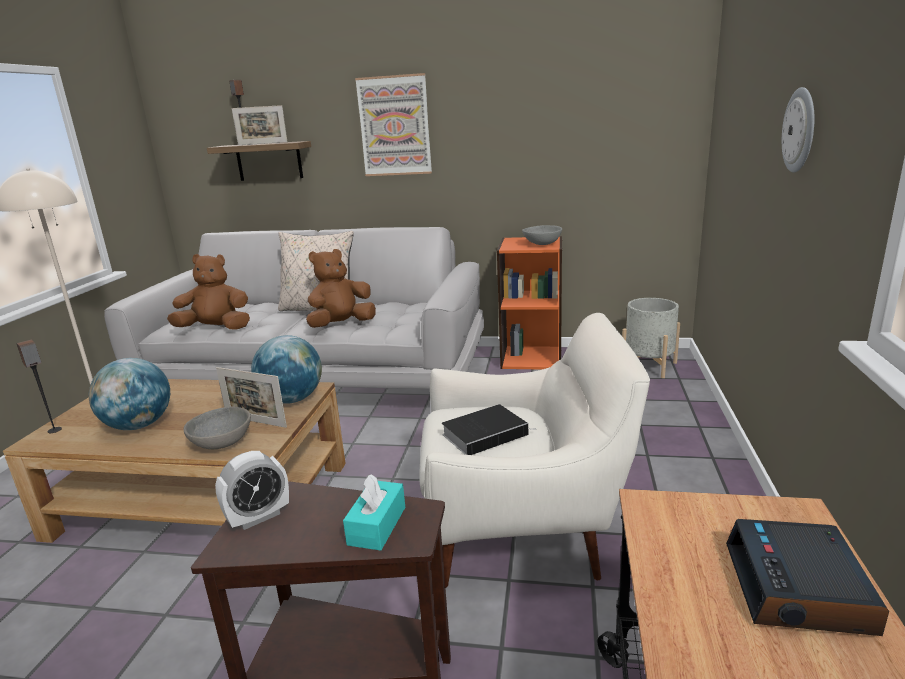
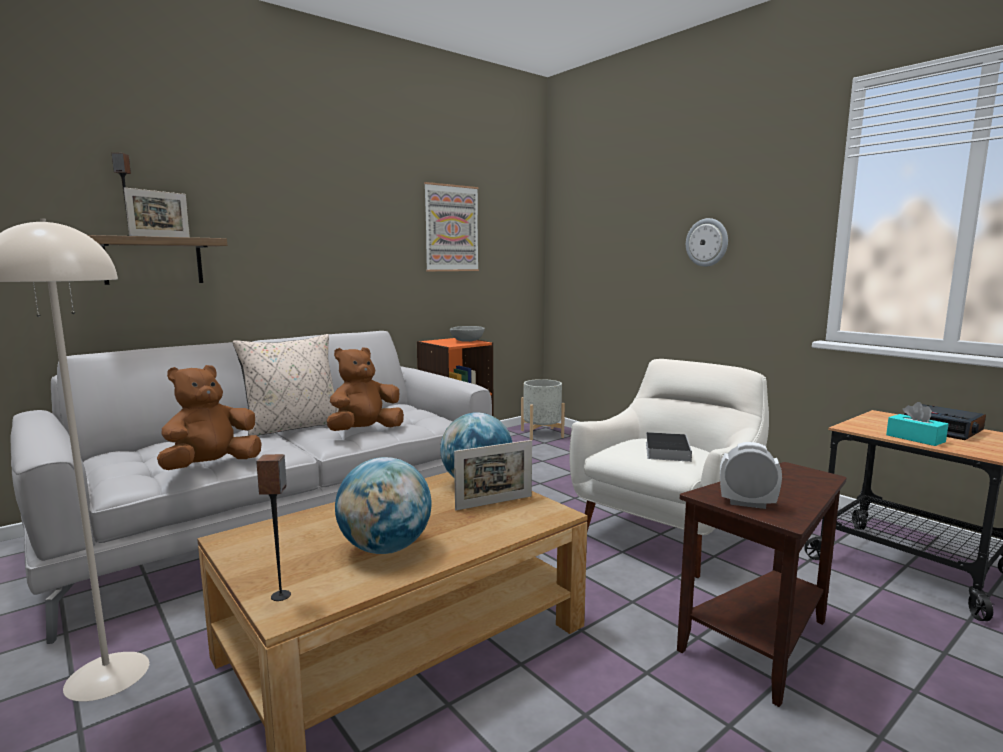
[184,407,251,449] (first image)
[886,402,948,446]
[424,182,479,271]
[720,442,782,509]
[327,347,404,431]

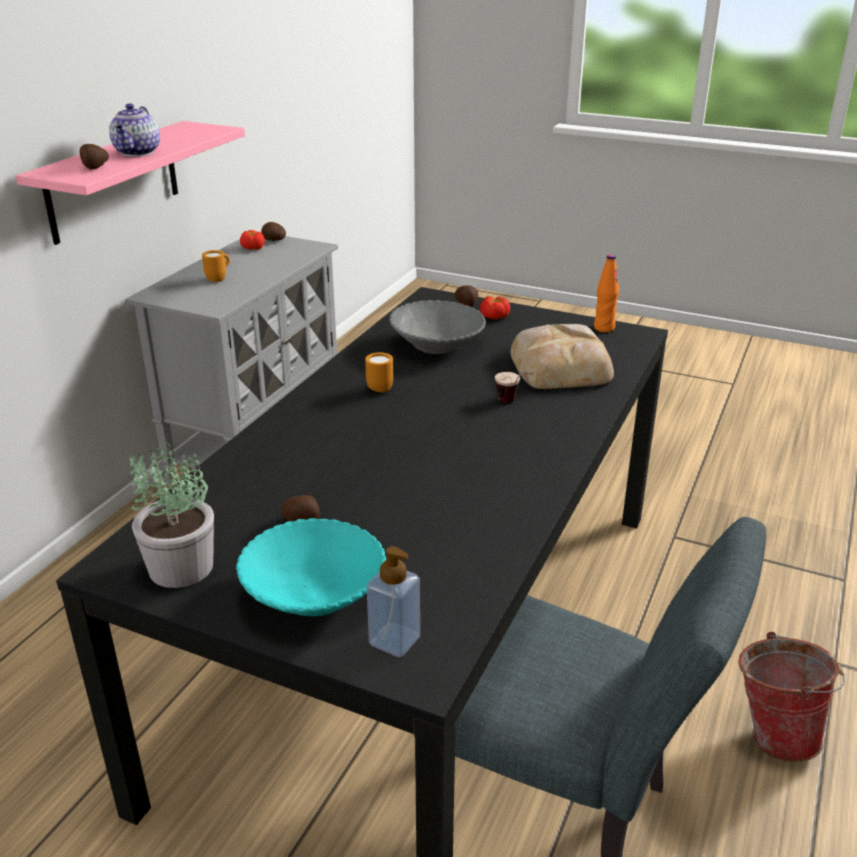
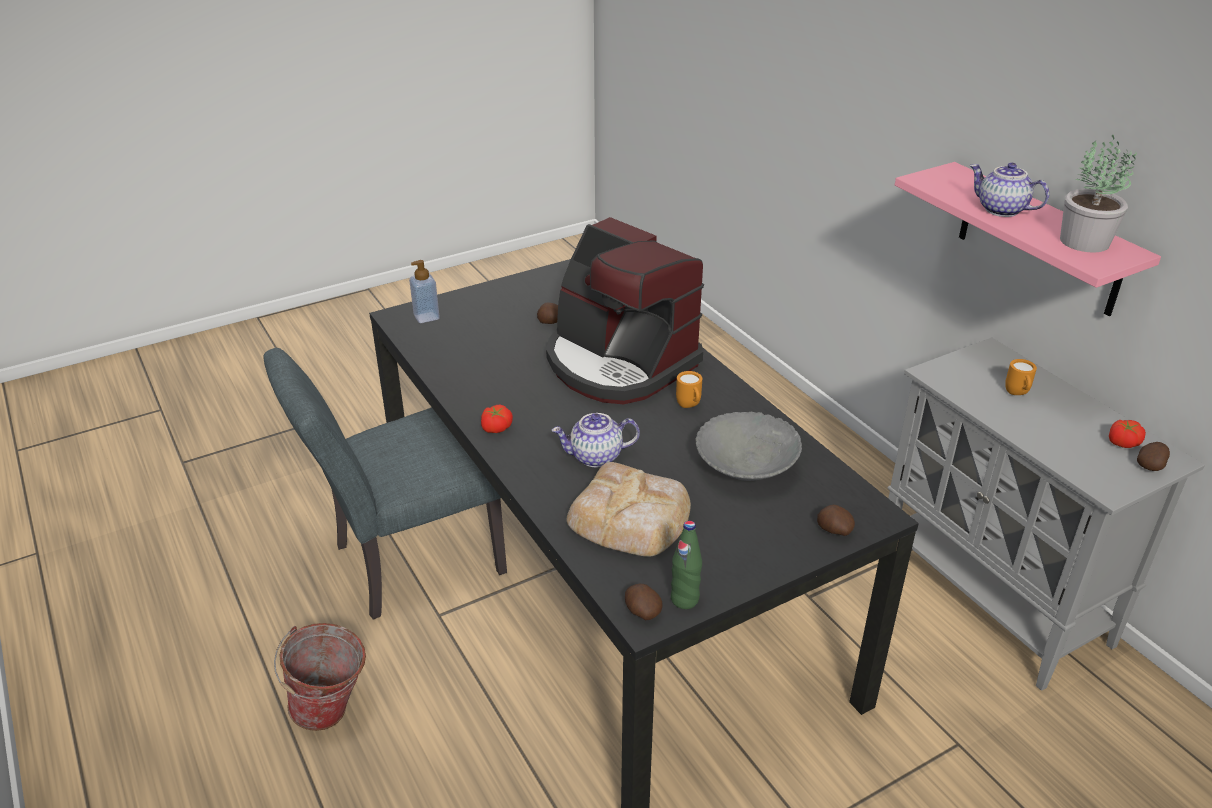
[236,518,386,616] (first image)
[546,217,704,404]
[625,584,663,620]
[1060,134,1137,253]
[481,405,513,433]
[552,413,640,467]
[671,521,702,609]

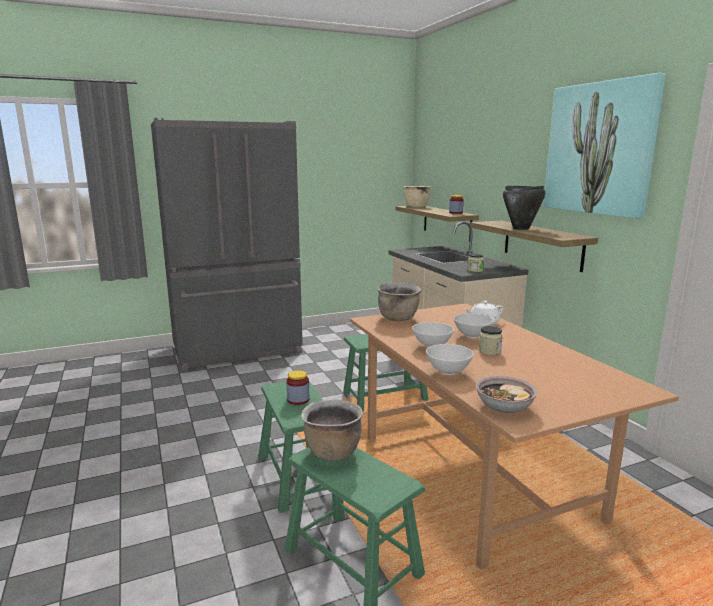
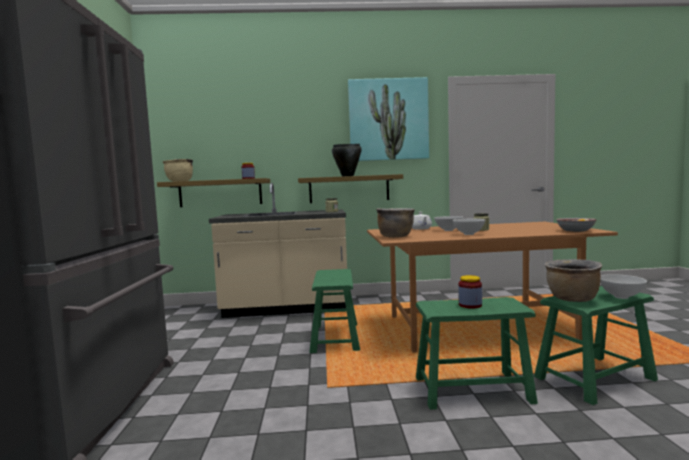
[600,274,647,299]

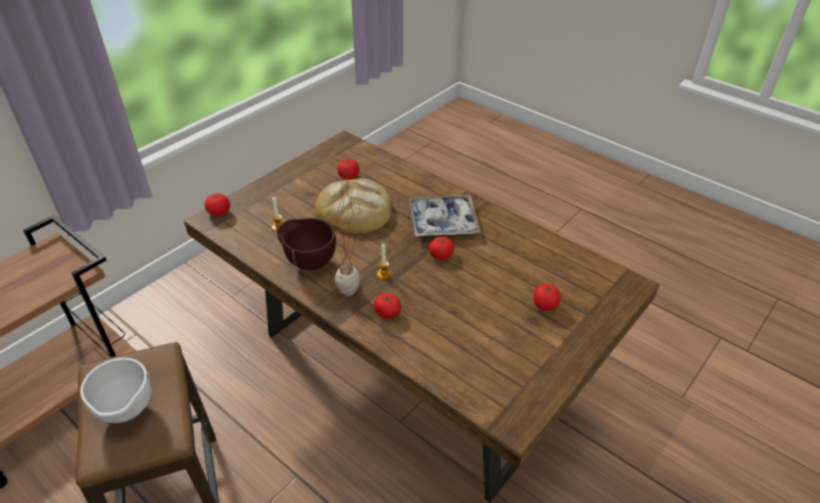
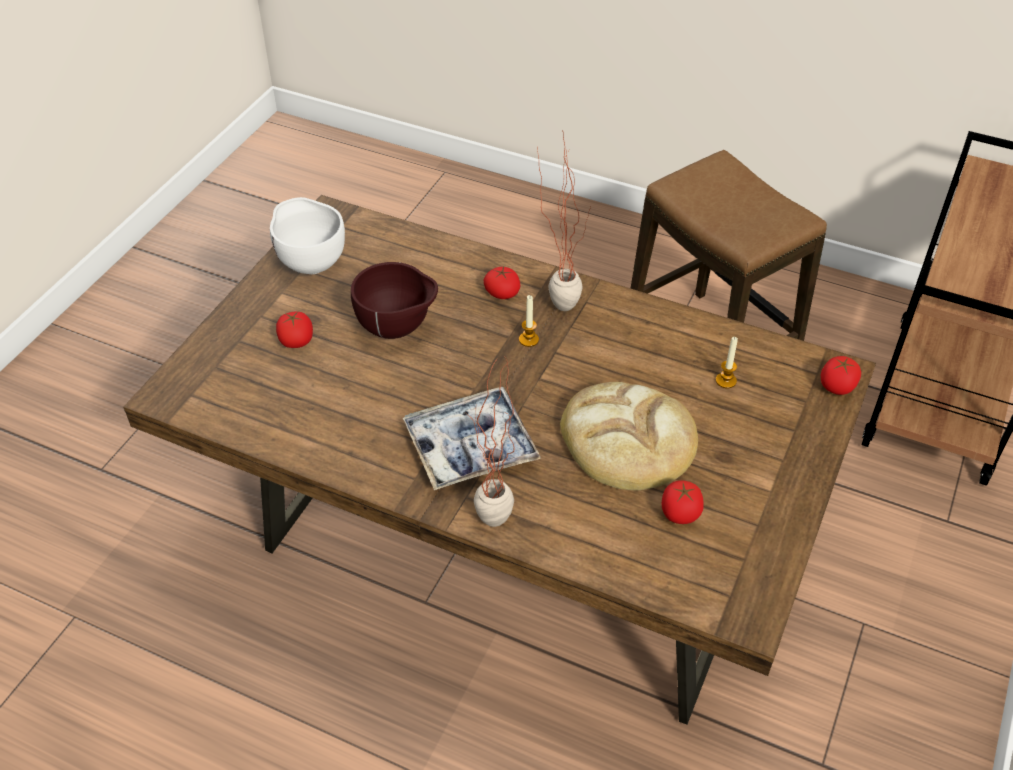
[429,237,454,260] (first image)
[465,356,515,527]
[270,197,345,274]
[351,262,438,339]

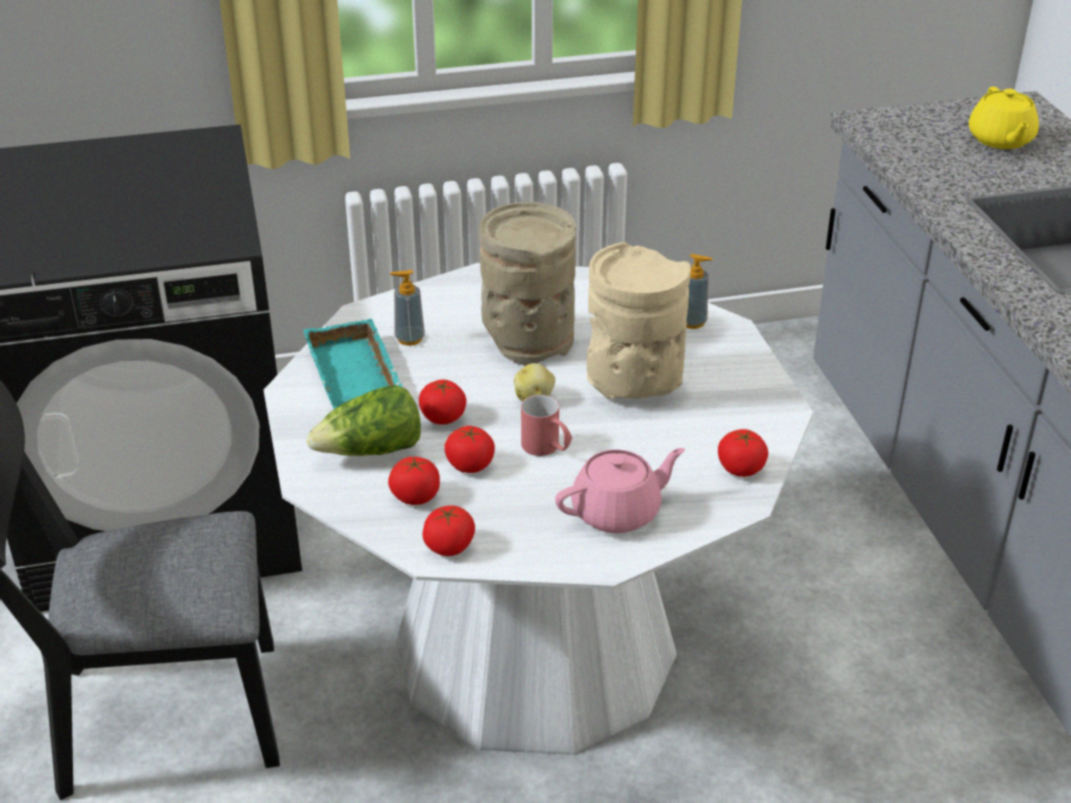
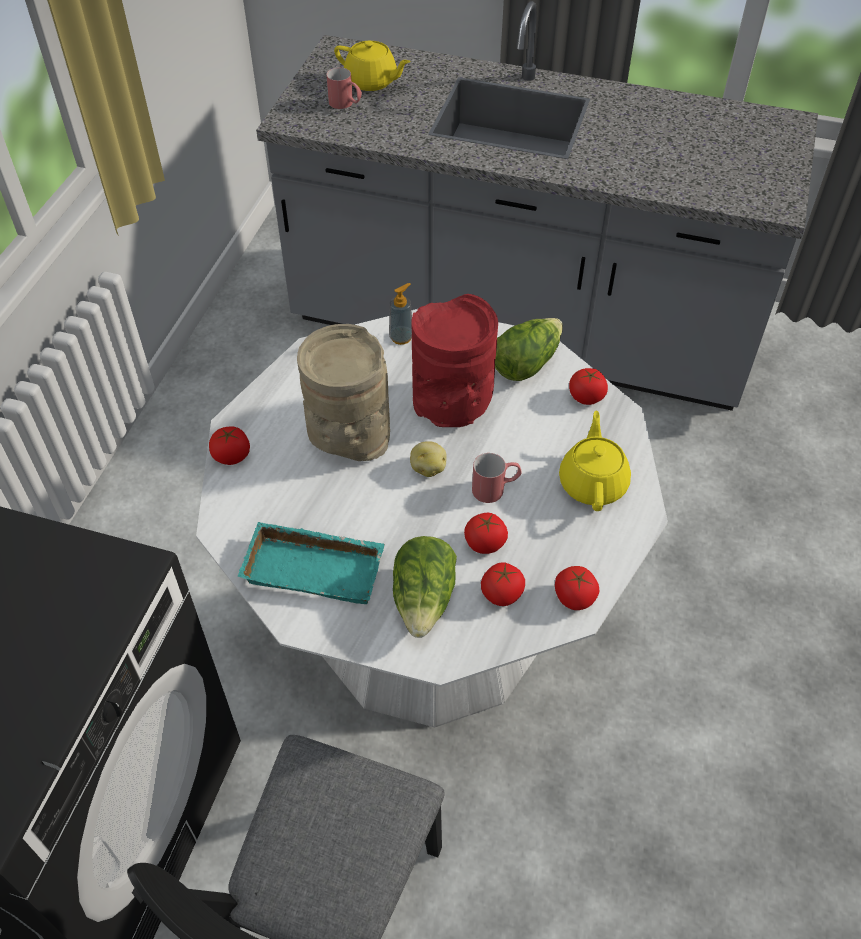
[390,270,425,346] (first image)
[326,67,362,109]
[495,318,563,381]
[209,427,250,465]
[559,411,631,511]
[411,294,498,427]

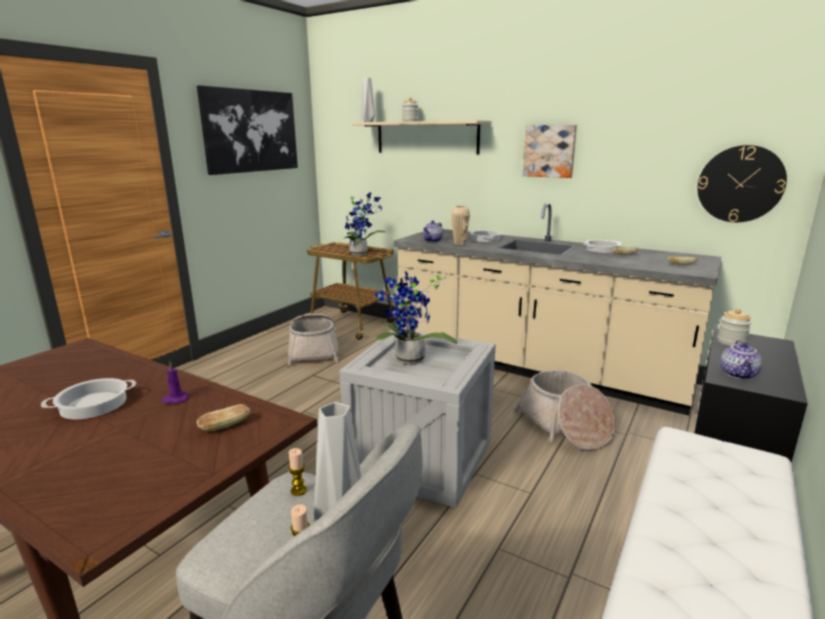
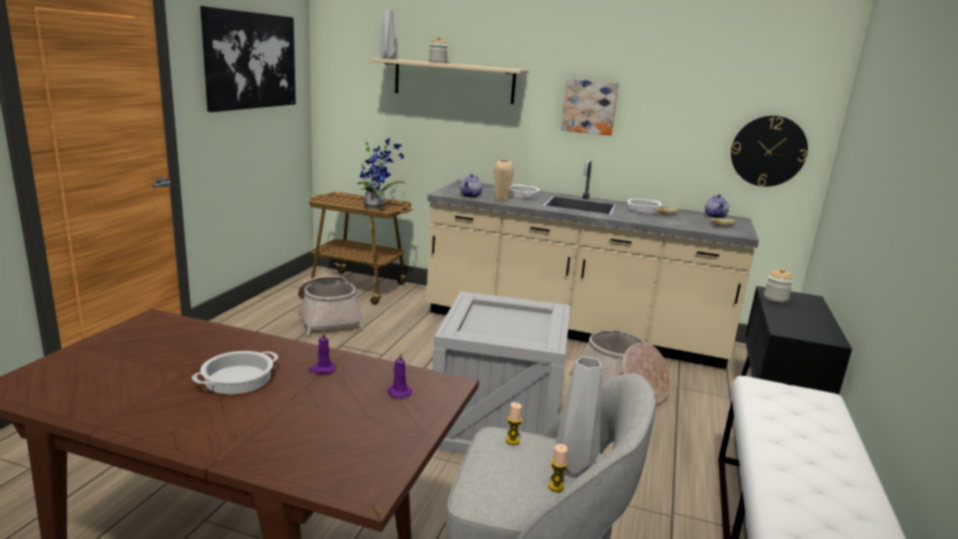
[375,271,457,365] (first image)
[705,194,729,218]
[387,352,412,398]

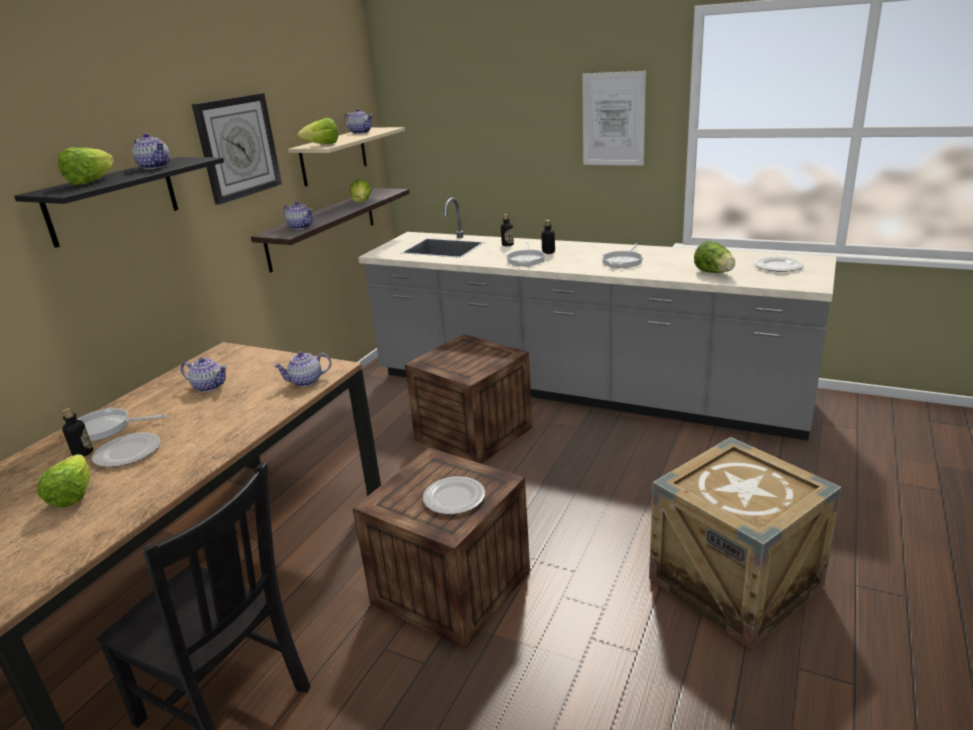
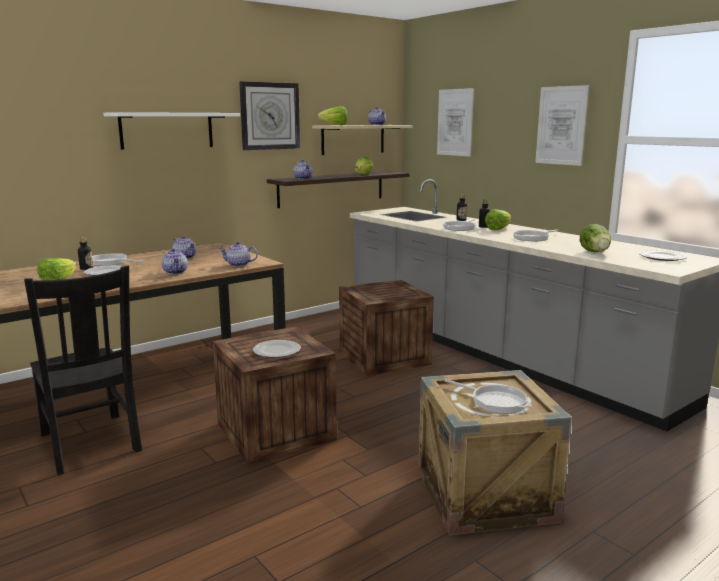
[437,88,474,156]
[445,379,531,414]
[485,209,511,230]
[161,248,188,274]
[103,112,240,150]

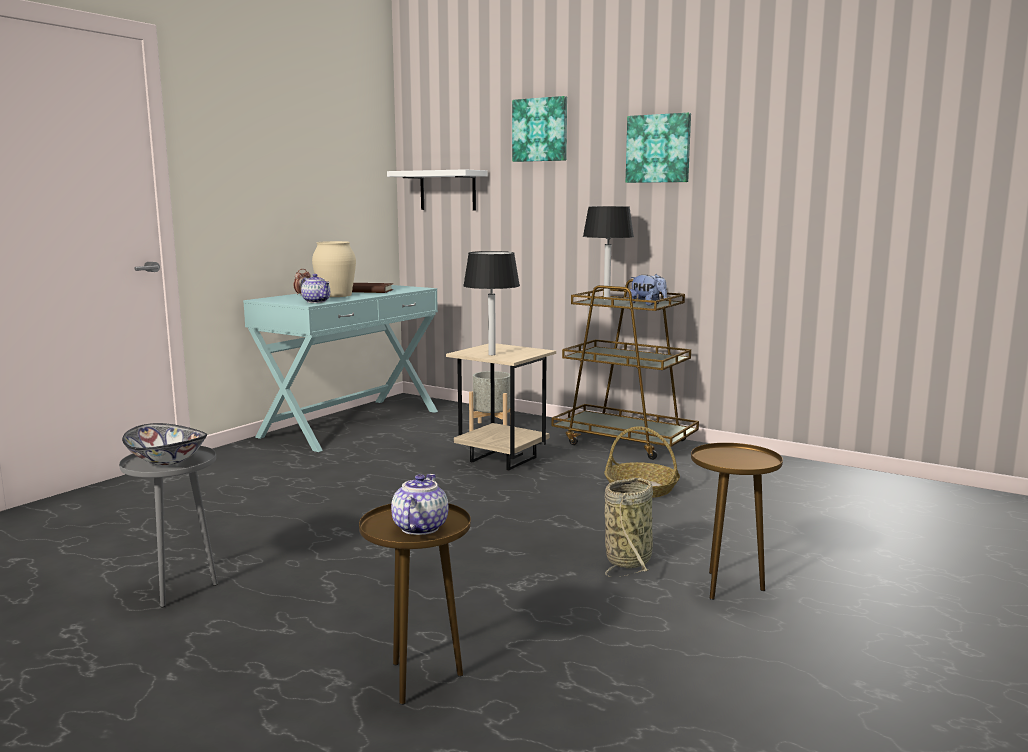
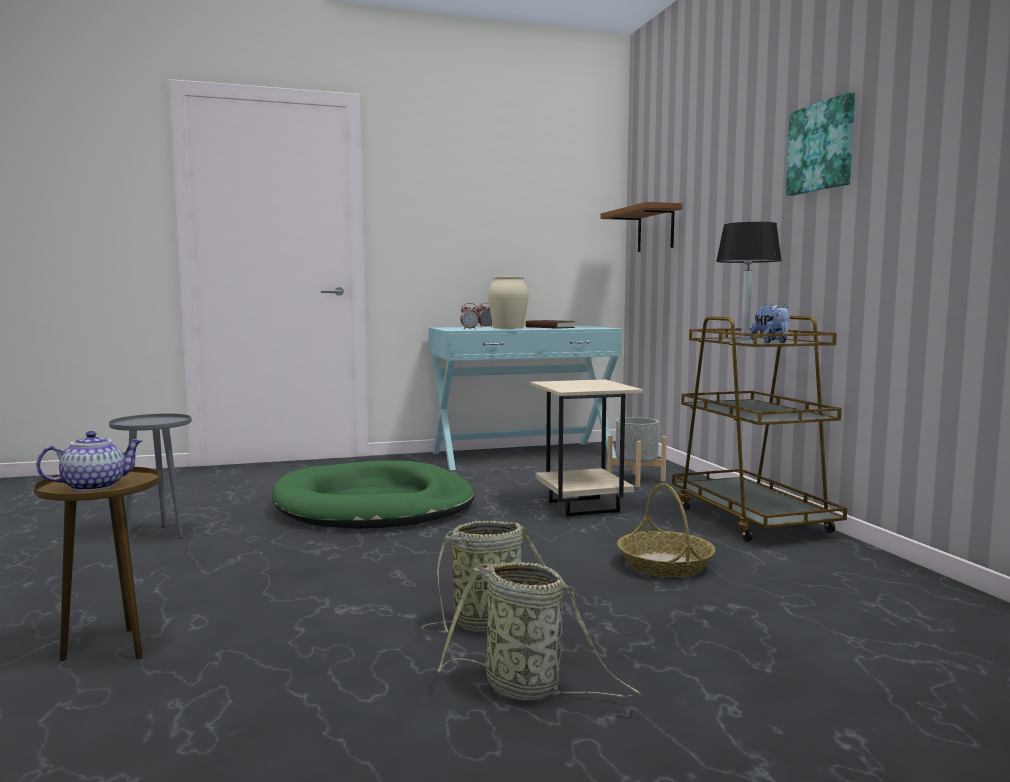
[122,423,207,465] (first image)
[463,251,520,355] (first image)
[512,96,567,162] (first image)
[272,460,475,529]
[460,303,480,330]
[438,562,641,700]
[601,202,683,252]

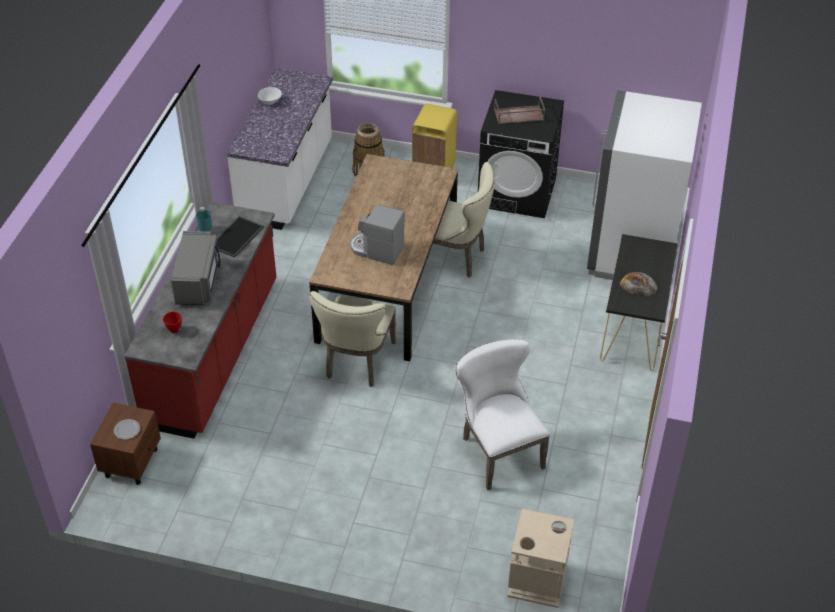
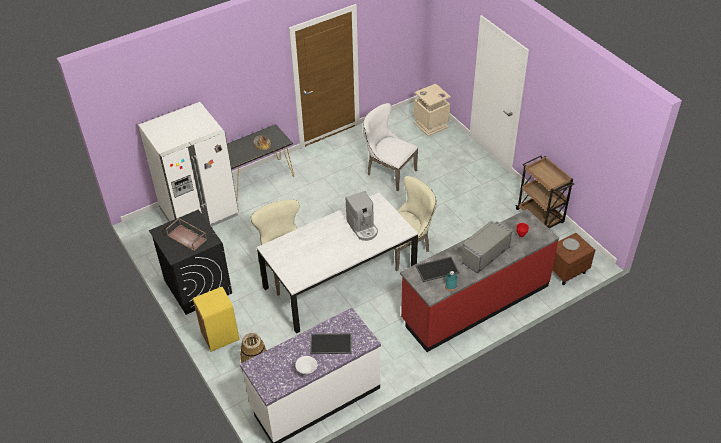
[310,333,352,354]
[515,156,574,228]
[257,192,418,334]
[362,103,418,191]

